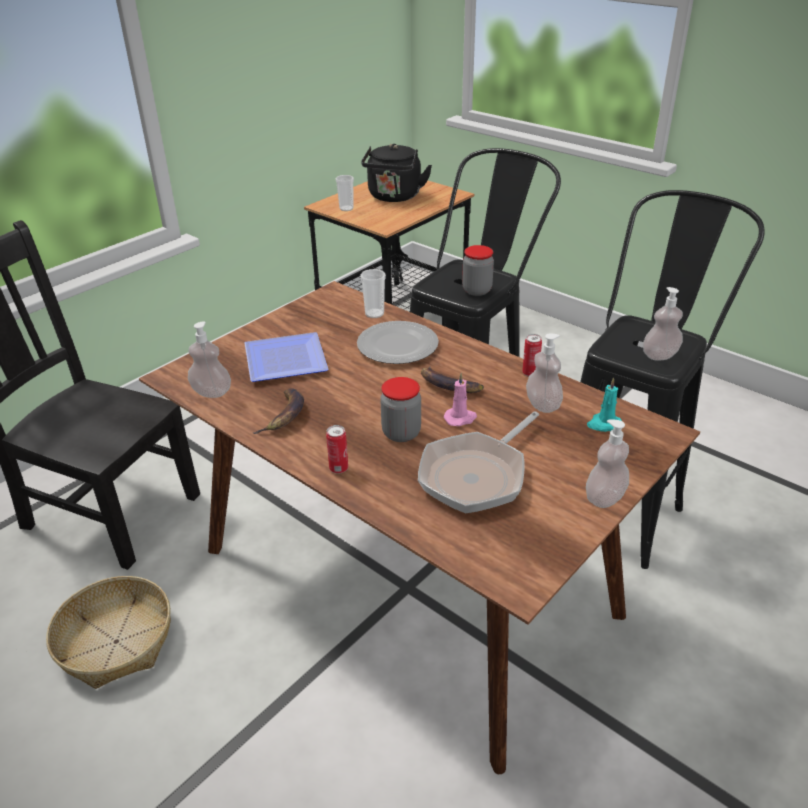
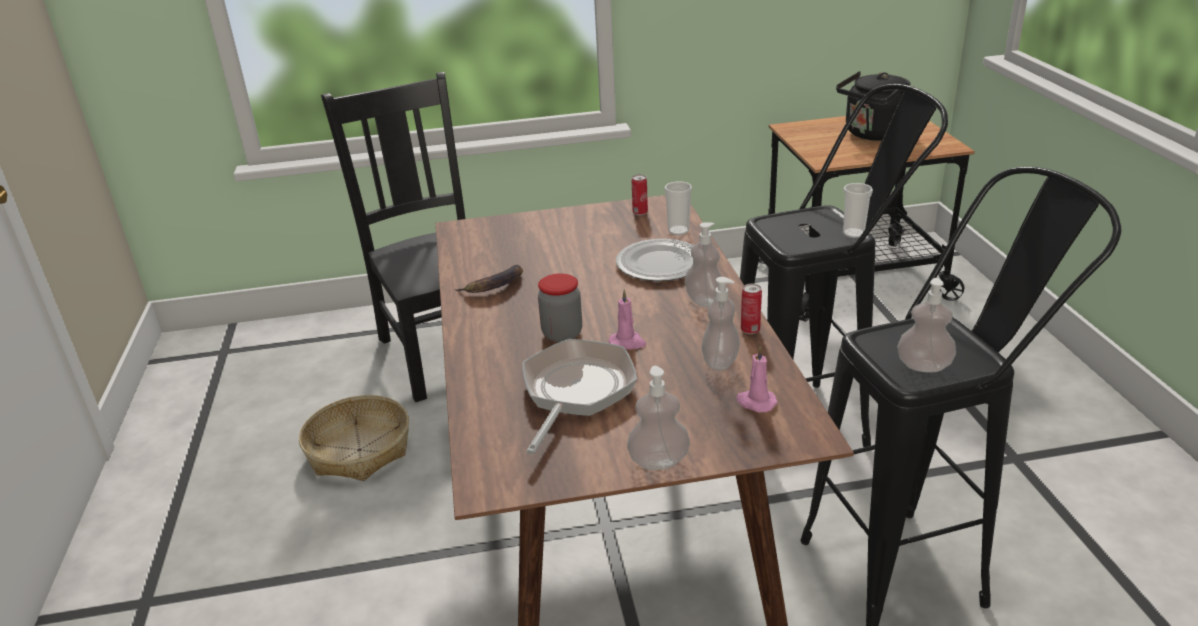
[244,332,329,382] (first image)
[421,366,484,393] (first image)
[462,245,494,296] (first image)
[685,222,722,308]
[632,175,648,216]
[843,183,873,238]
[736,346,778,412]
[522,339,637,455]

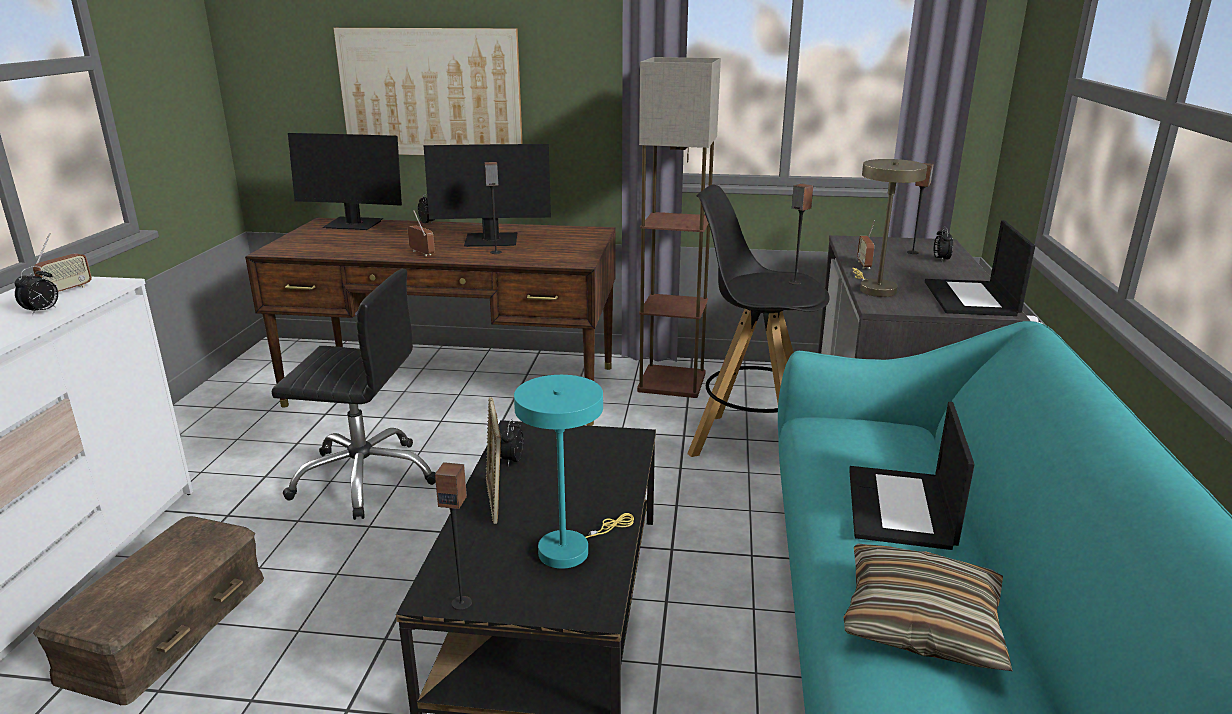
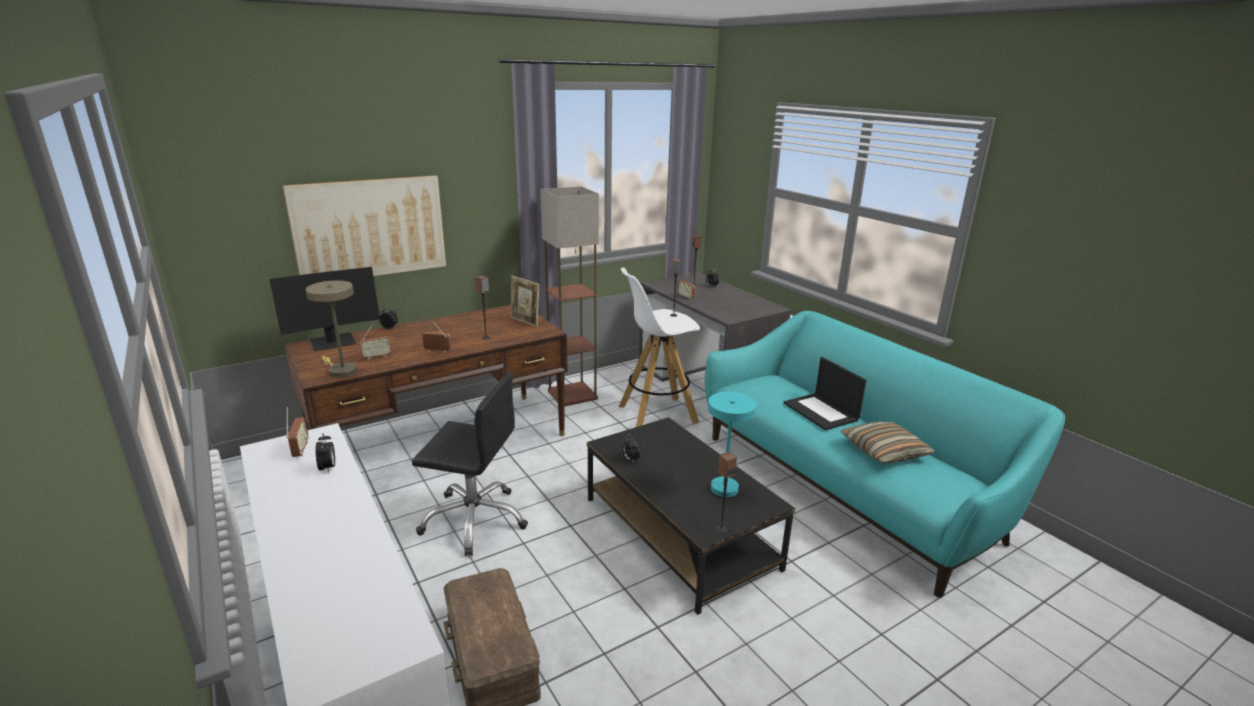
[424,144,551,247] (first image)
[925,220,1035,316] (first image)
[360,324,391,359]
[510,276,539,327]
[306,280,357,378]
[619,268,700,427]
[412,373,528,556]

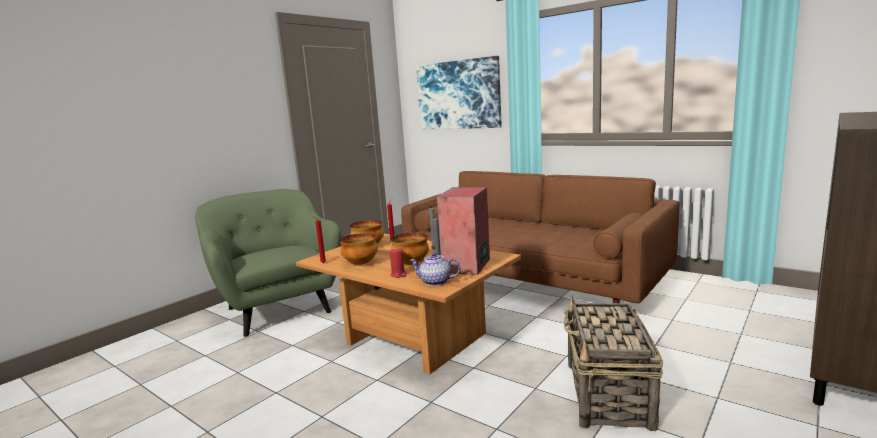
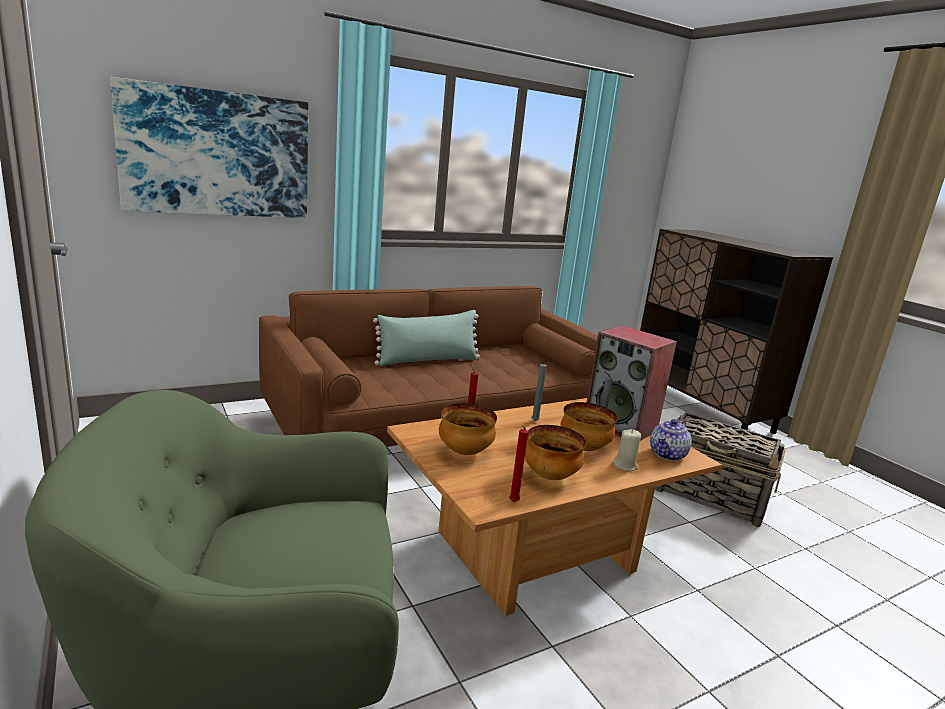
[373,310,480,366]
[613,429,641,471]

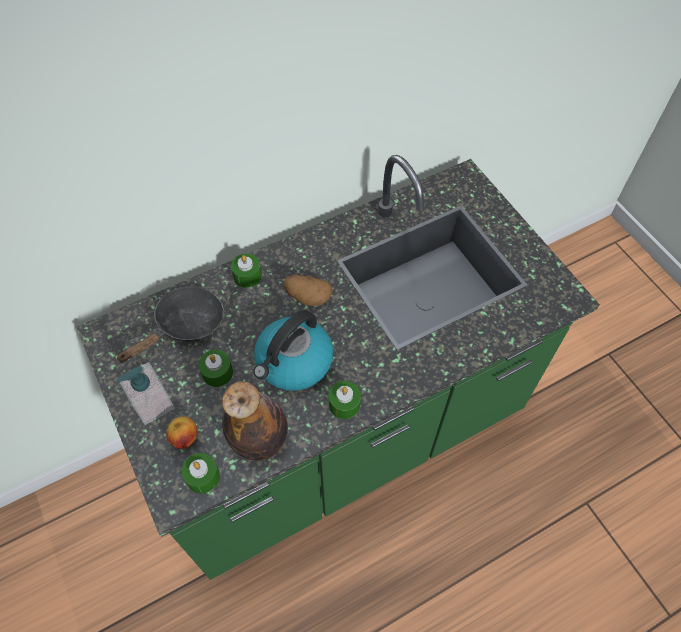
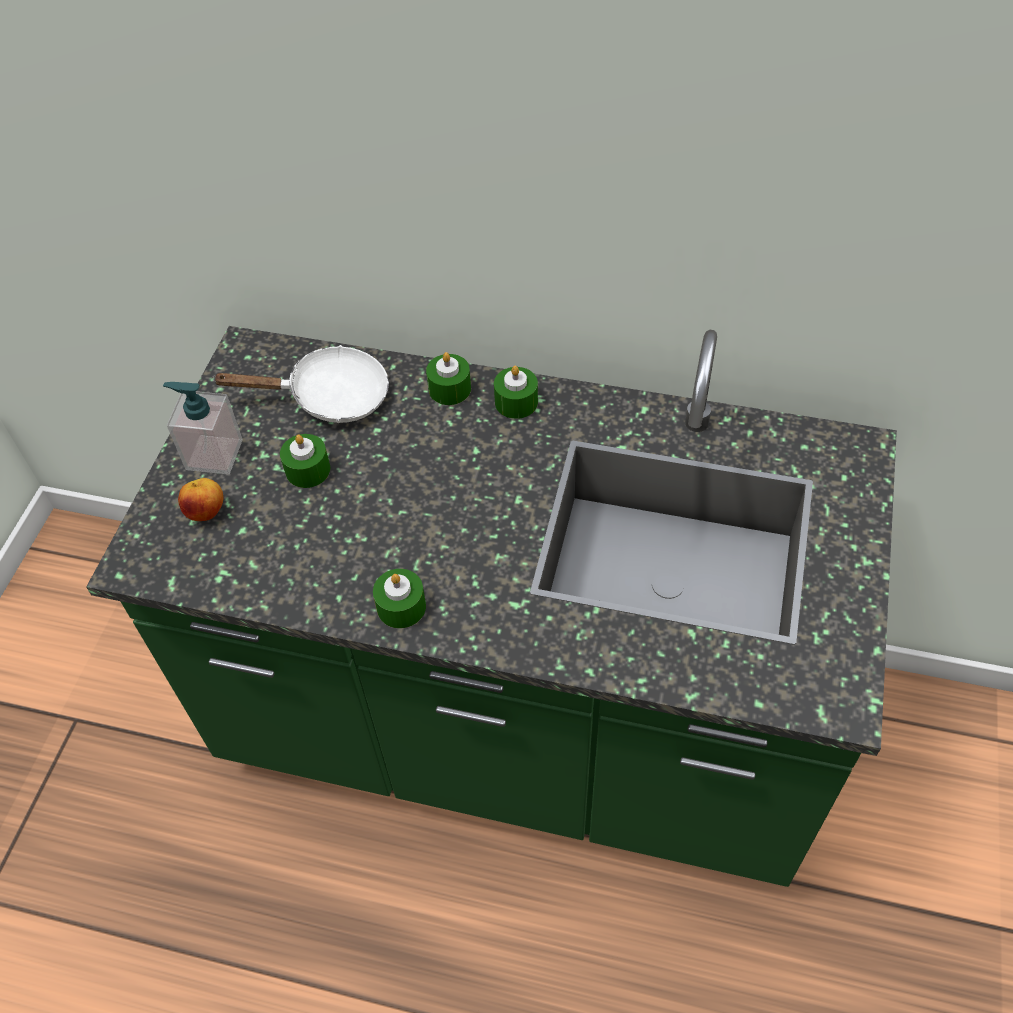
[222,382,288,461] (first image)
[253,310,333,391] (first image)
[284,275,333,306] (first image)
[494,366,538,419]
[212,345,389,423]

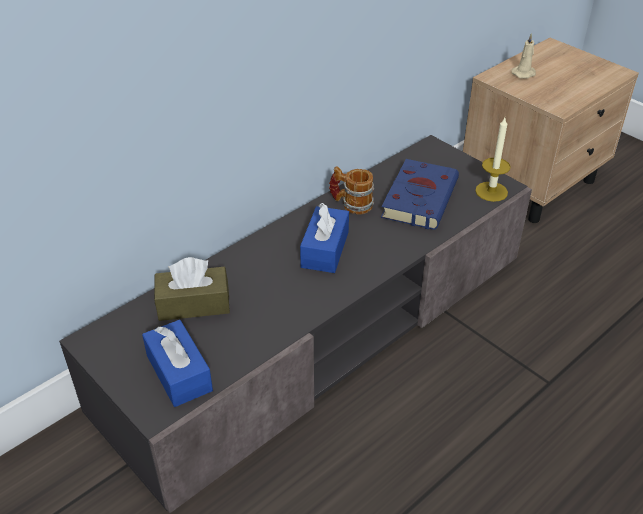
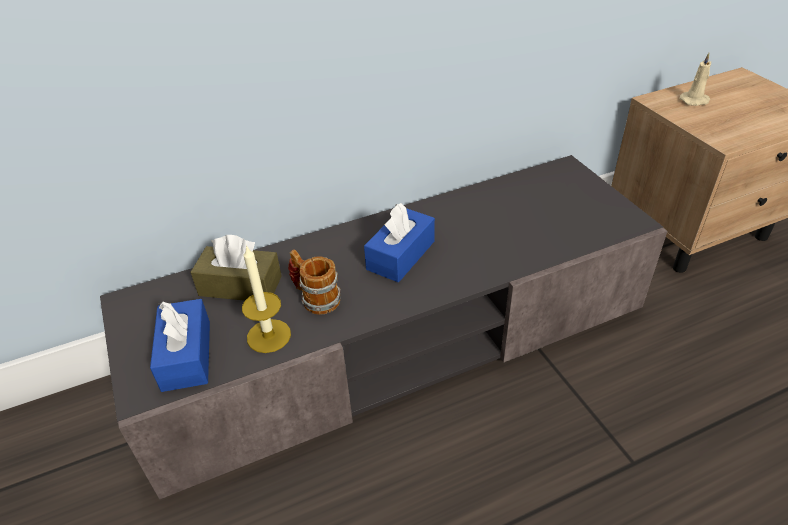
[381,159,459,230] (first image)
[288,249,341,315]
[242,245,291,353]

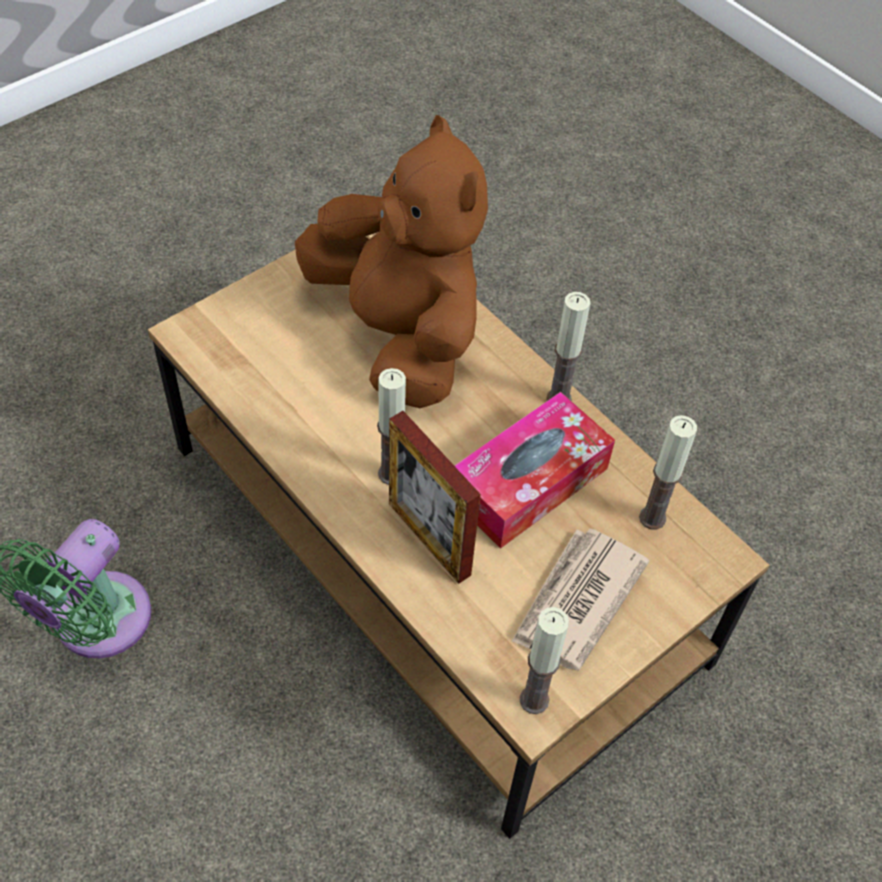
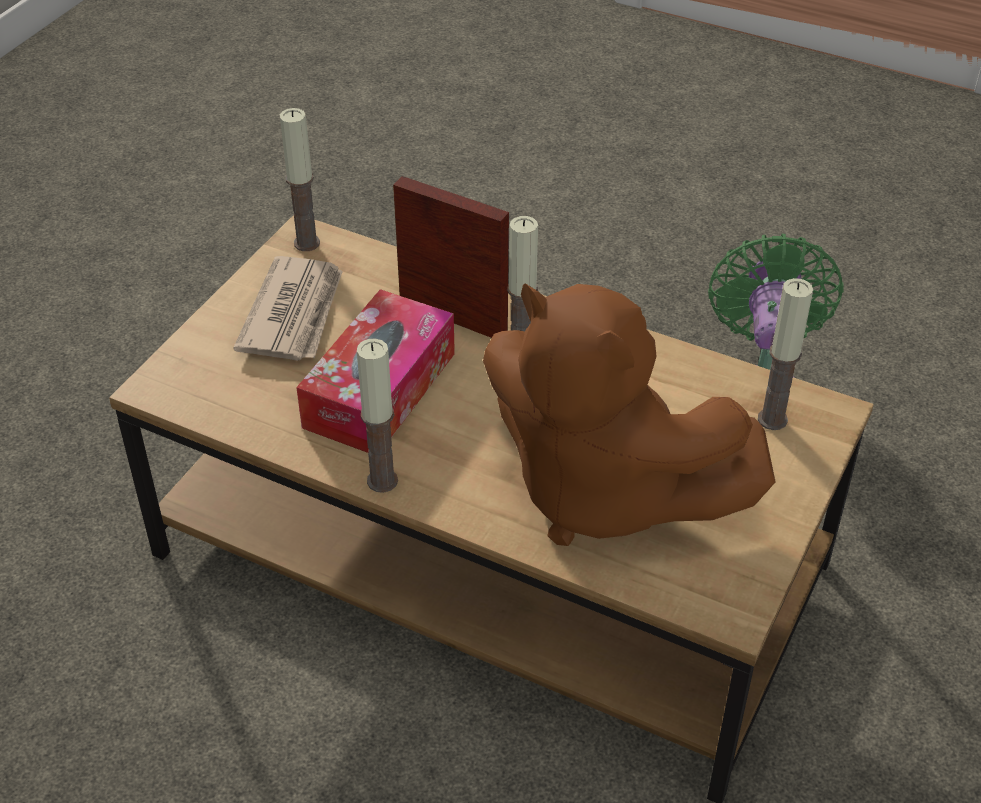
[758,278,813,430]

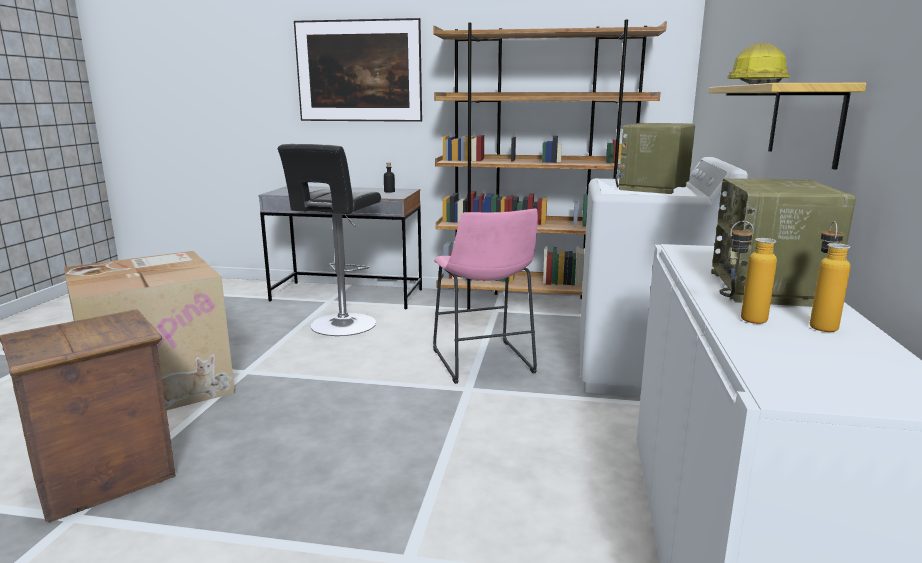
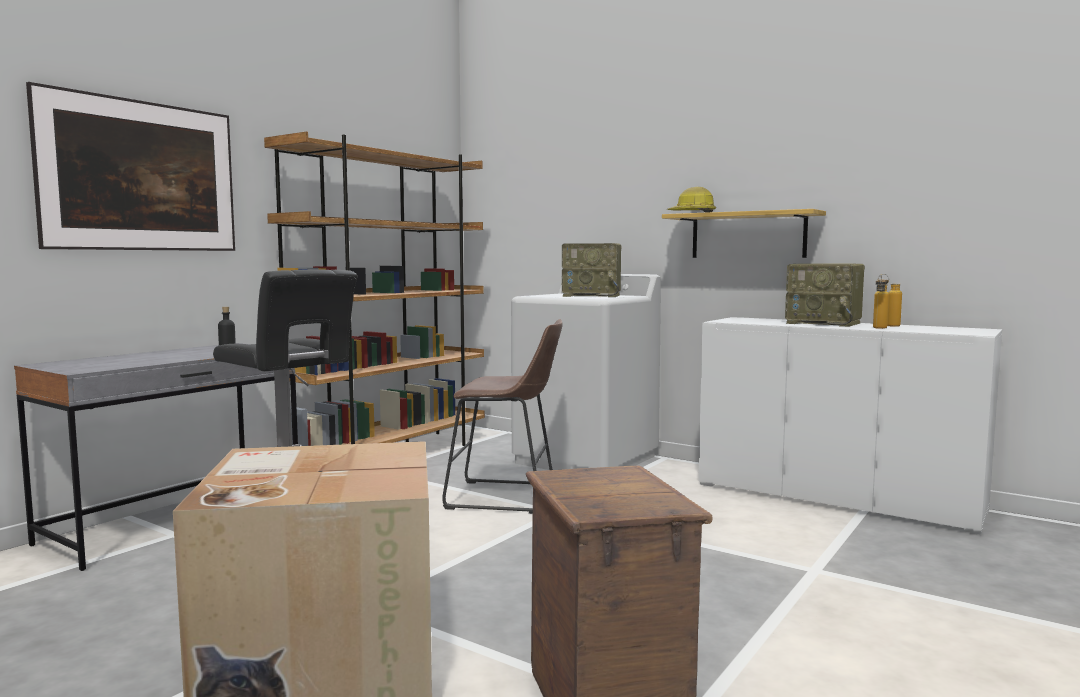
[442,319,563,514]
[562,243,622,297]

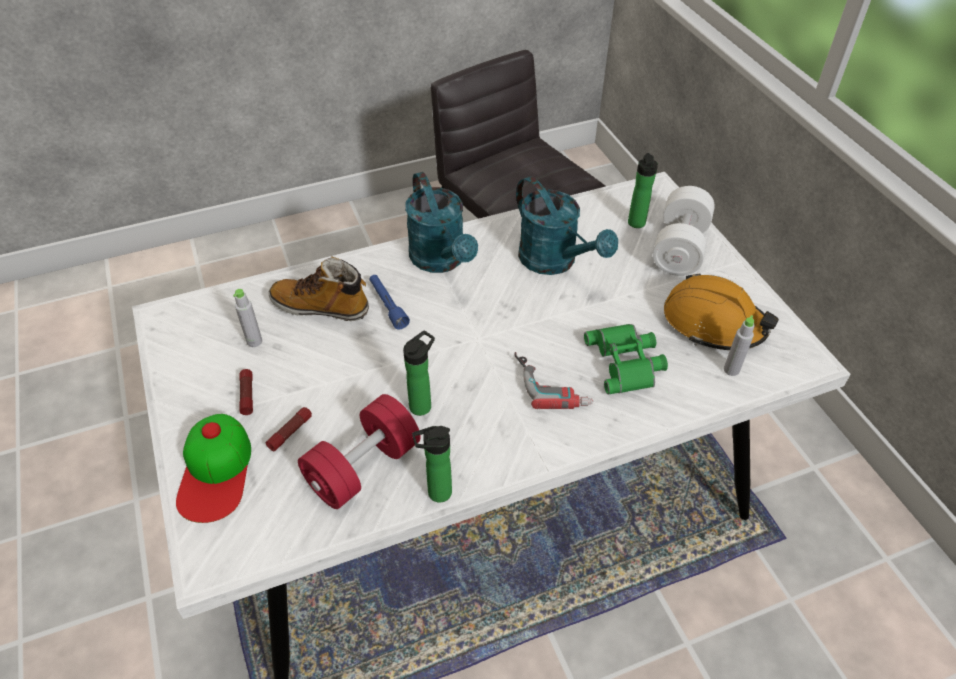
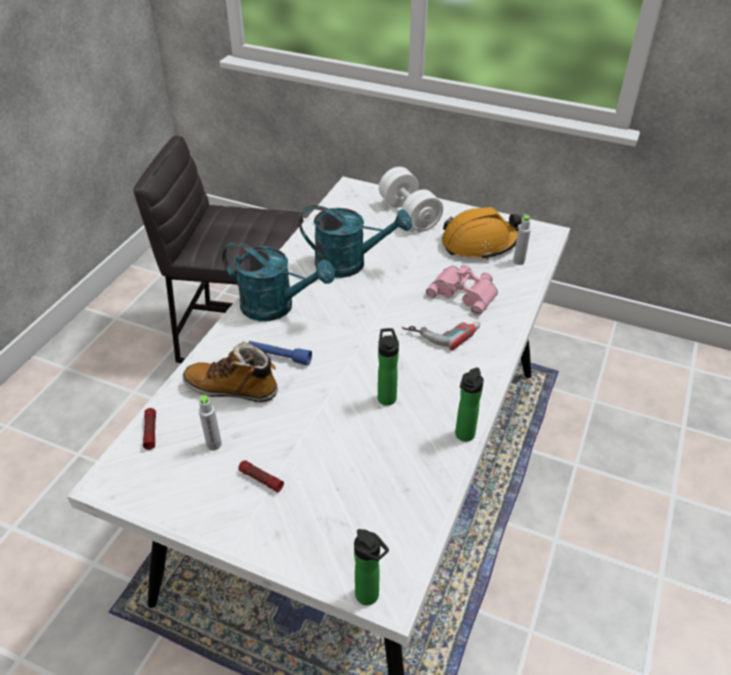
[176,414,251,523] (first image)
[298,394,421,509] (first image)
[143,408,156,450]
[354,529,389,605]
[426,265,498,315]
[182,342,278,403]

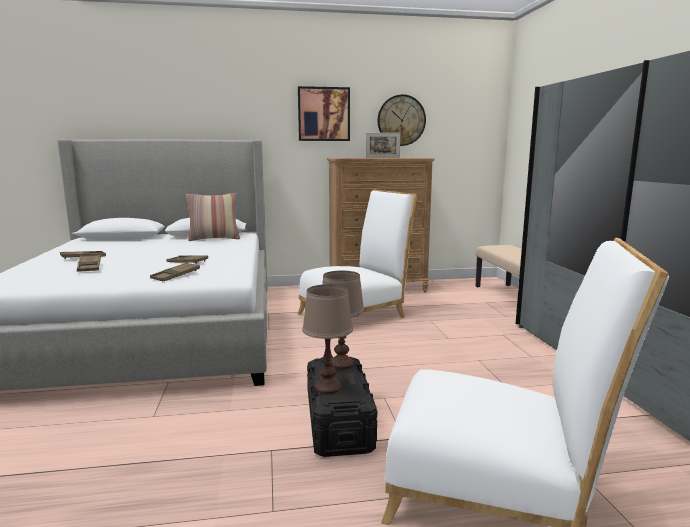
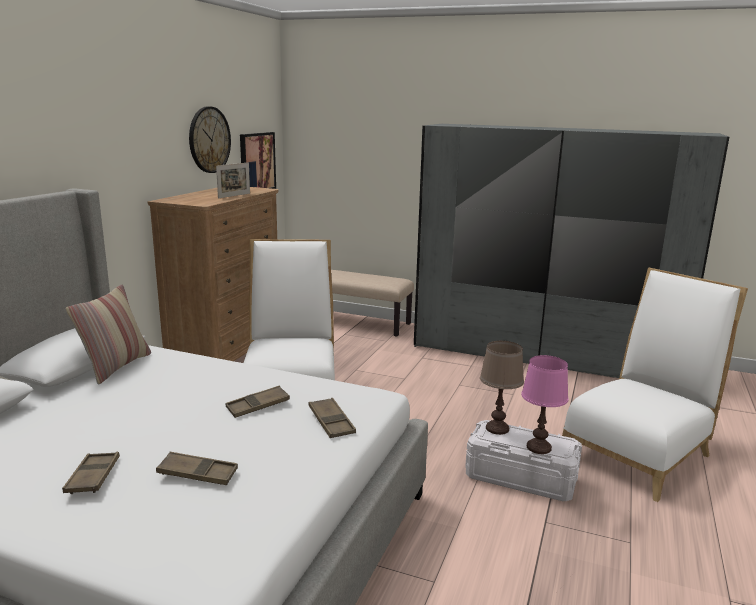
[240,132,276,189]
[521,355,569,454]
[465,420,582,501]

